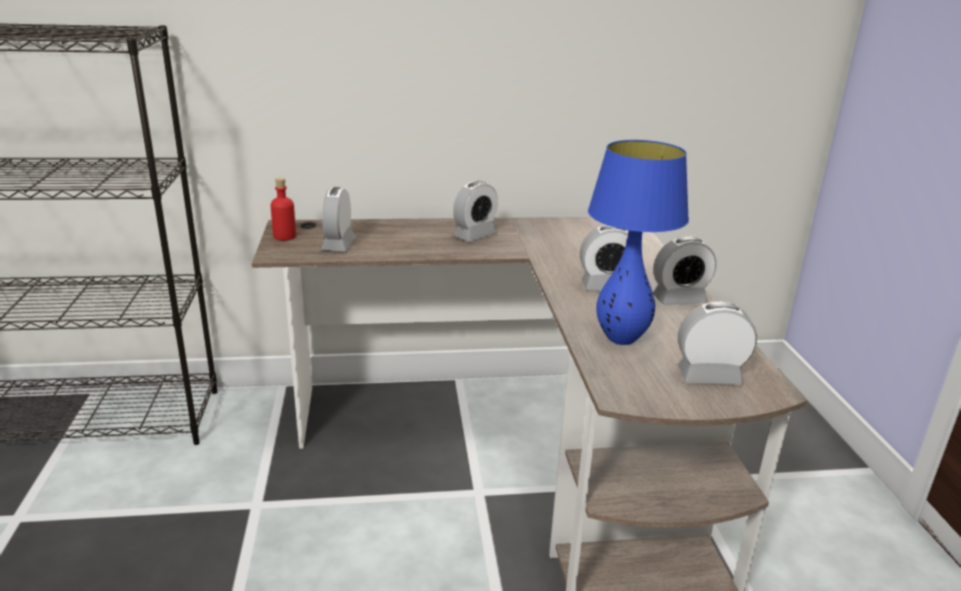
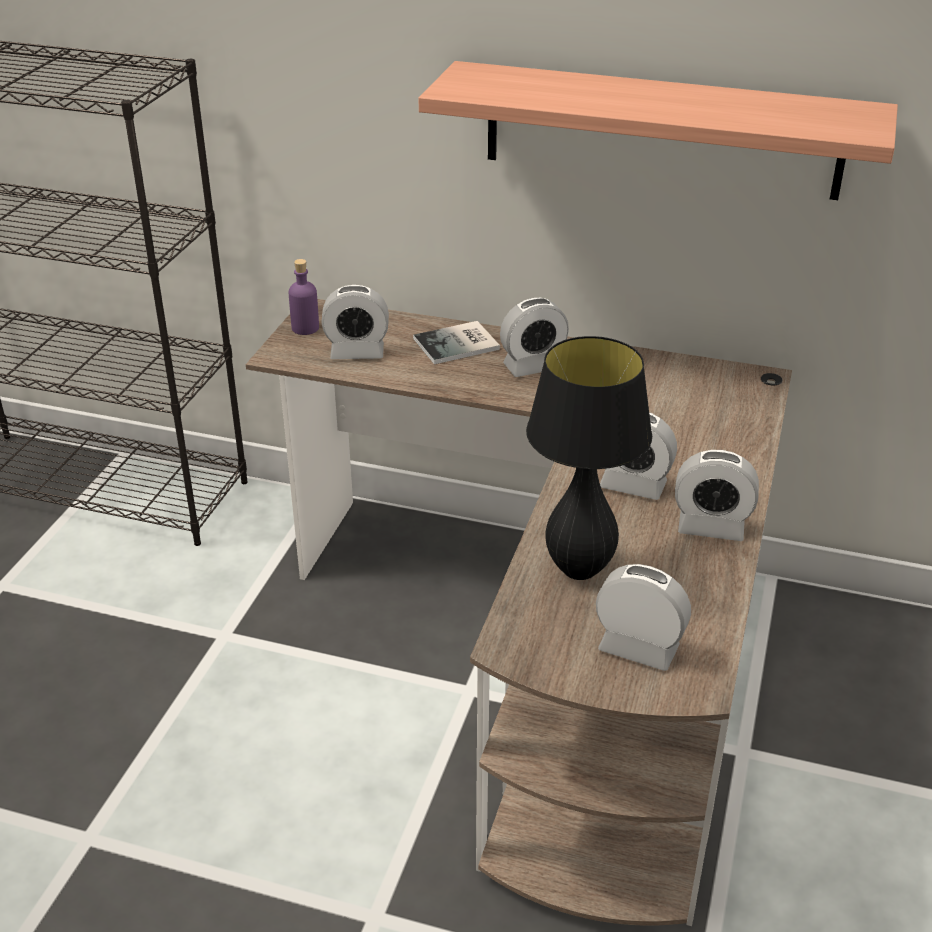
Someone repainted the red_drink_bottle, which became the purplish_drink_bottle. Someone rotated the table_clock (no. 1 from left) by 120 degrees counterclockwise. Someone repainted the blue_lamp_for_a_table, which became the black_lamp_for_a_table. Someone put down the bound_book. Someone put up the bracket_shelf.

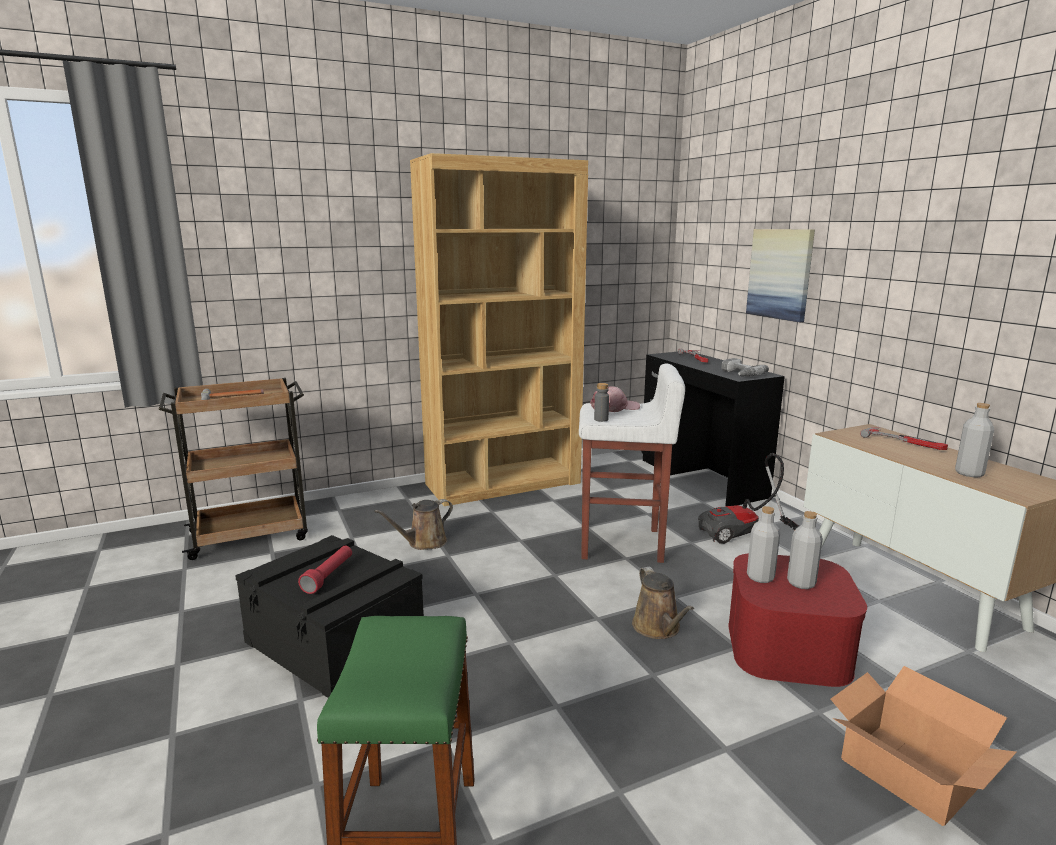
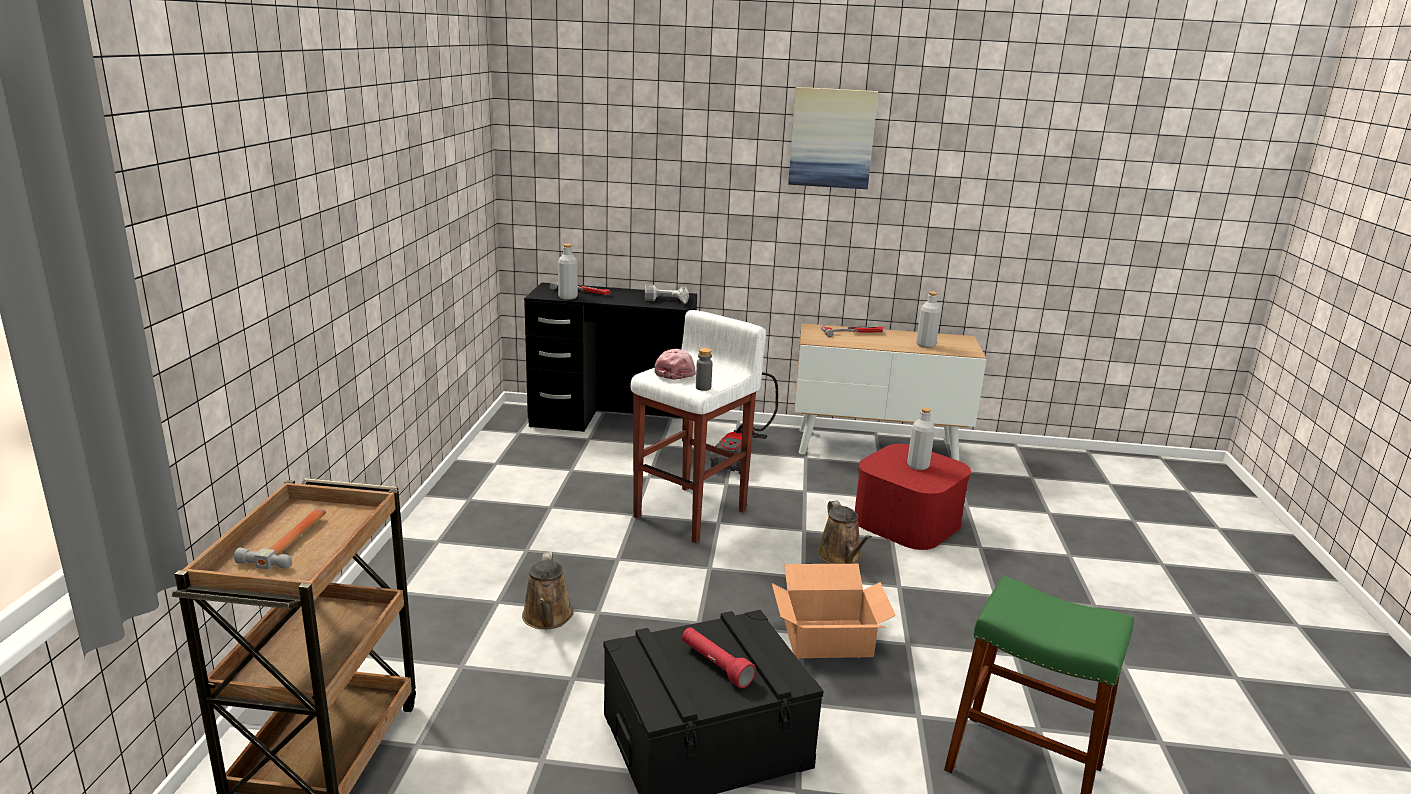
Someone took away the brownish_shelving_unit. Someone rotated the brownish_watering_pot (no. 2 from left) by 60 degrees clockwise. Someone carried the picture. Someone carried the greyish_drink_bottle (no. 2 from left in the first image). Someone carried the carton.

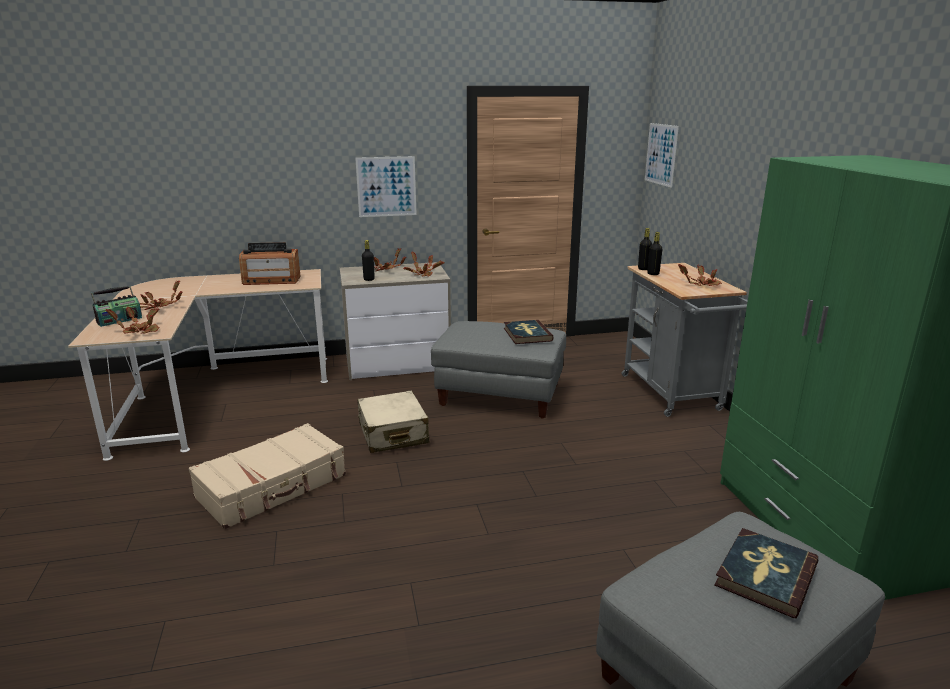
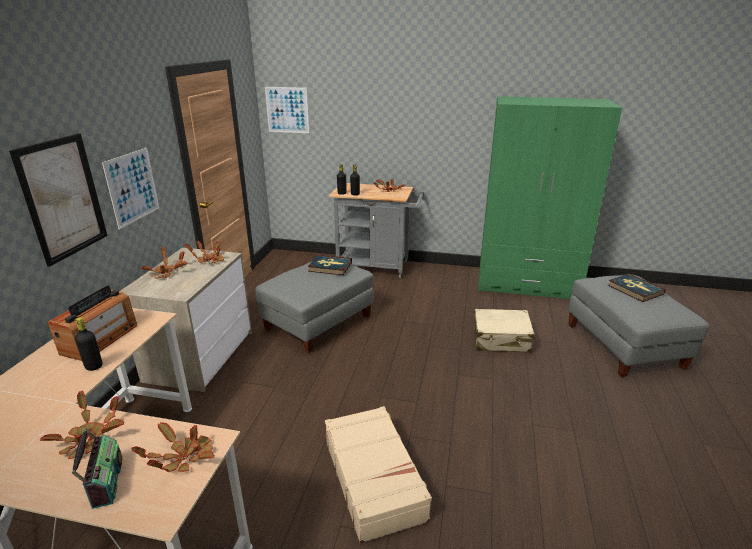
Someone carried the beige-coloured_suitcase (no. 2 from left). Someone carried the black_drink_bottle (no. 1 from left). Someone put up the picture (no. 1 from left).

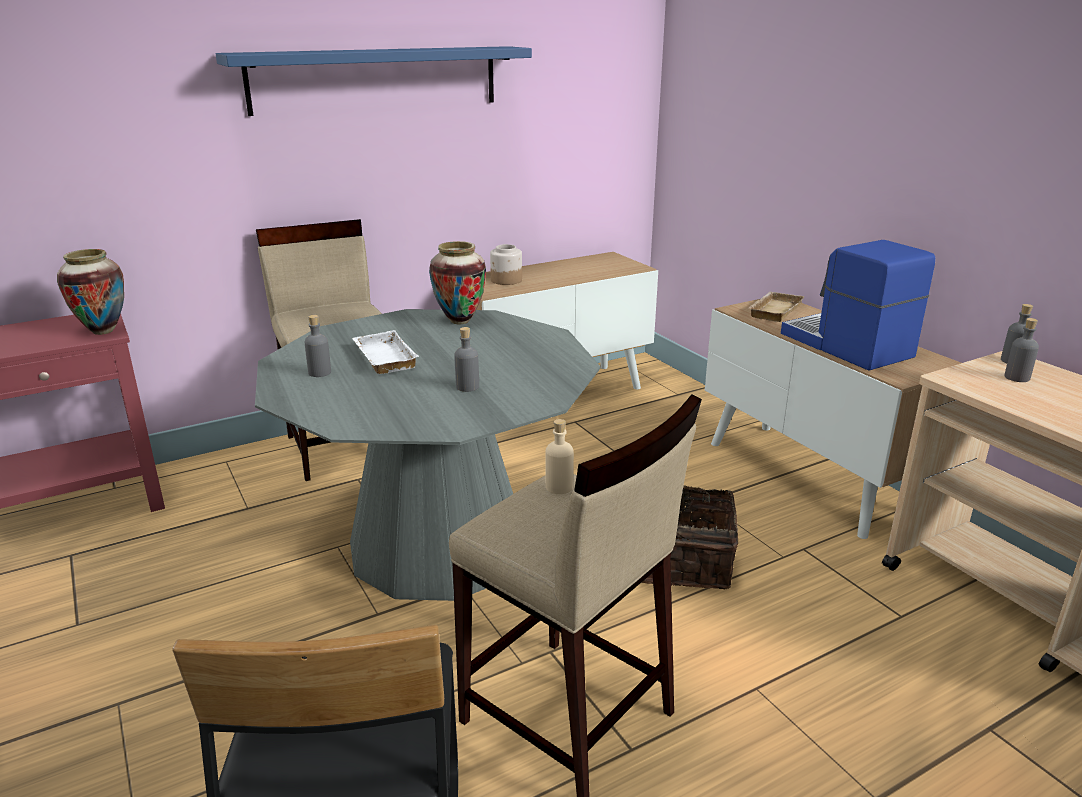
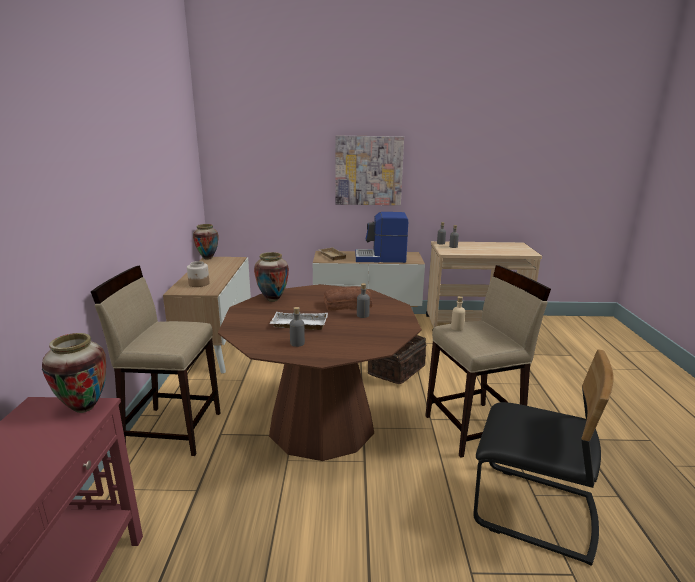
Someone took away the blue_bracket_shelf. Someone repainted the greyish_dinner_table, which became the brownish_dinner_table. Someone put down the vase (no. 2 from left). Someone put down the baked_bread. Someone put up the picture.

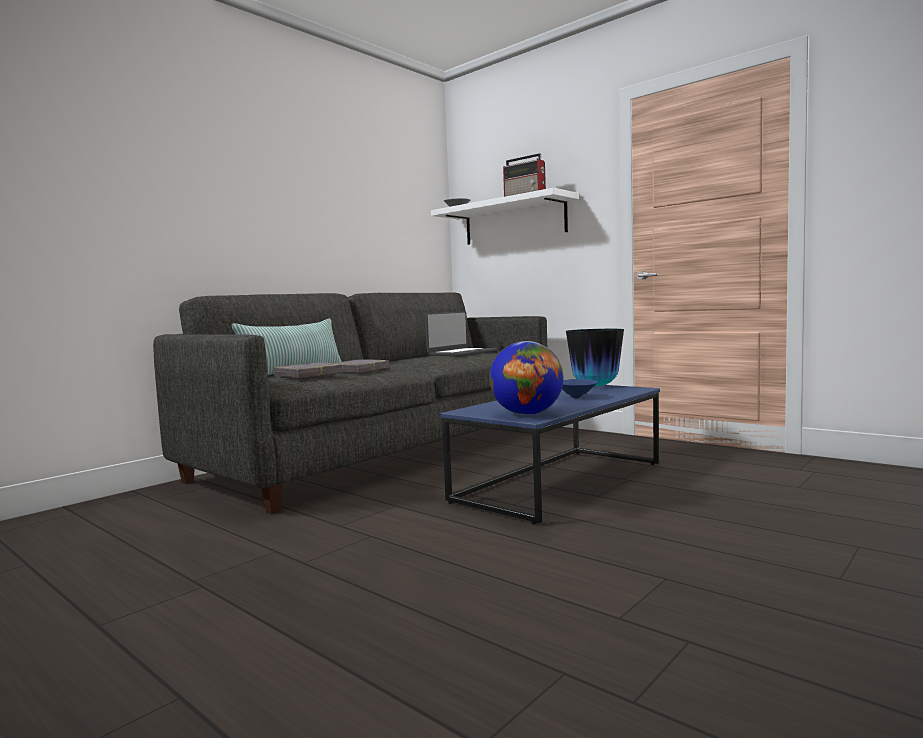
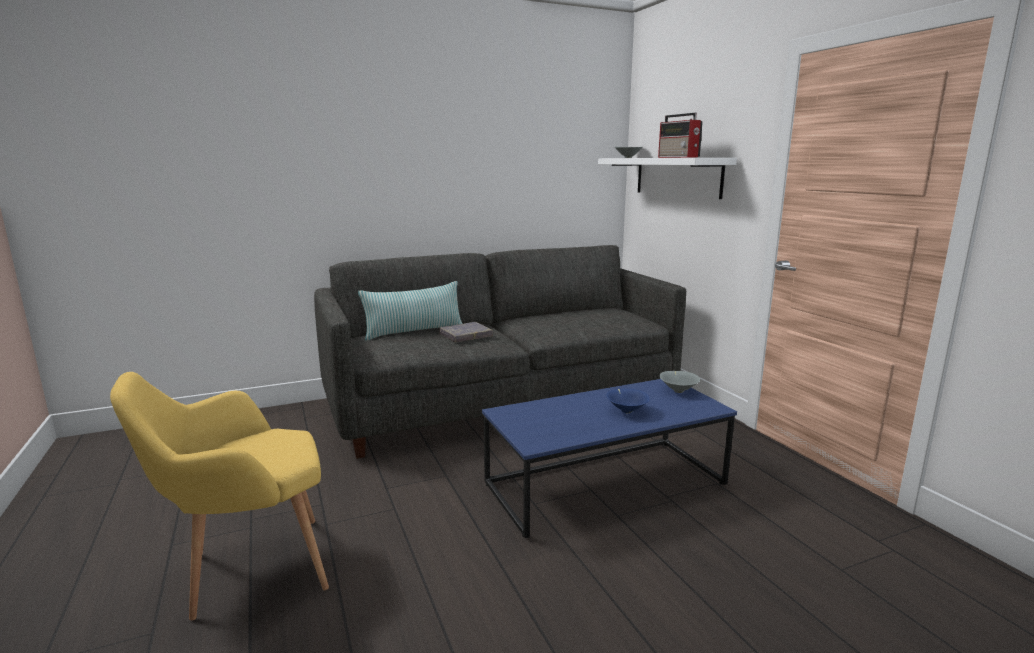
Someone took away the greyish_bound_book (no. 1 from left). Someone took away the portable_computer. Someone took away the desk_globe. Someone swapped the vase for the greyish_bowl (no. 2 from left). Someone put down the yellowish_easy_chair.

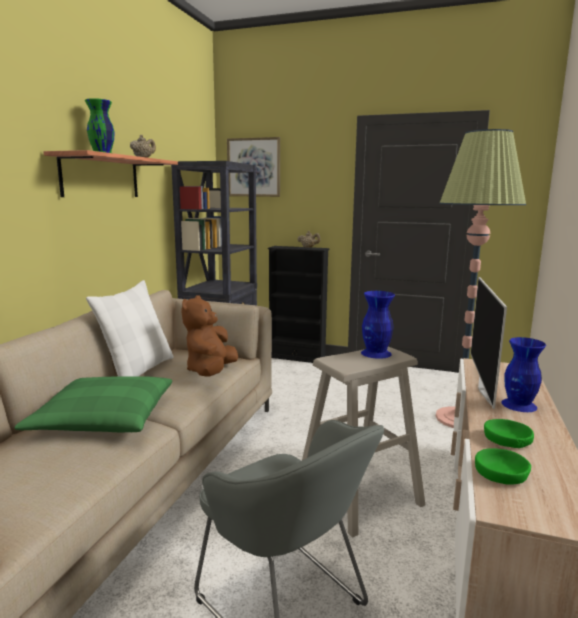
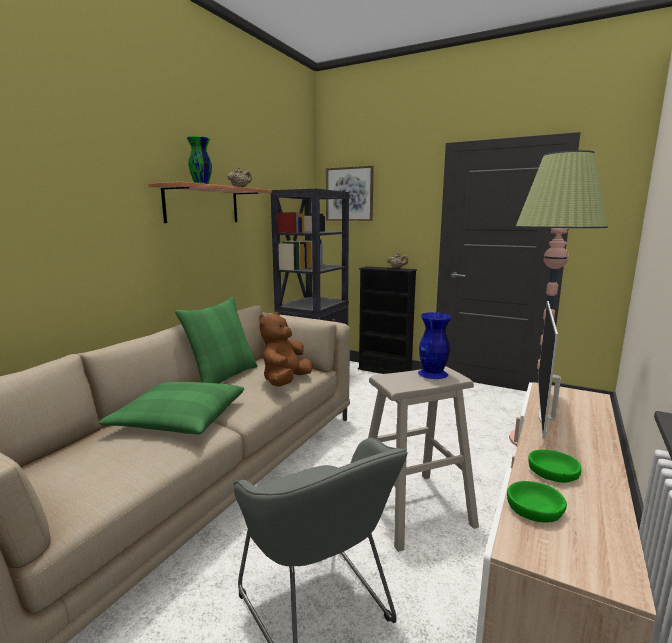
Someone repainted the white_throw_pillow, which became the greenish_throw_pillow (no. 2 from left). Someone took away the blue_vase (no. 2 from left).

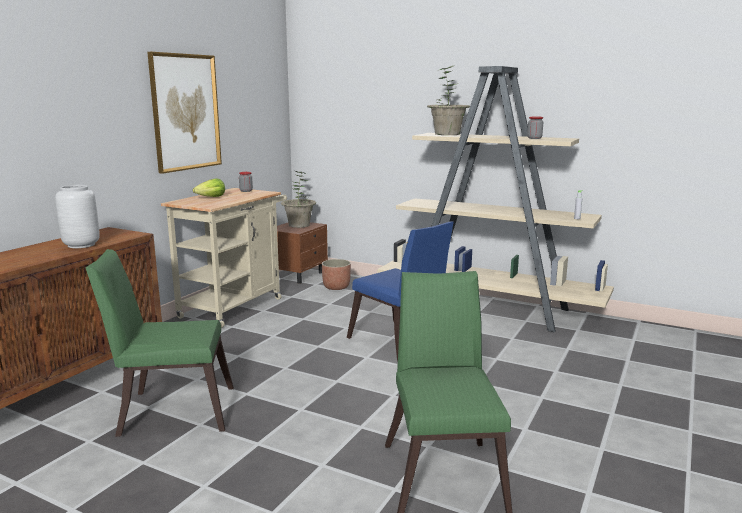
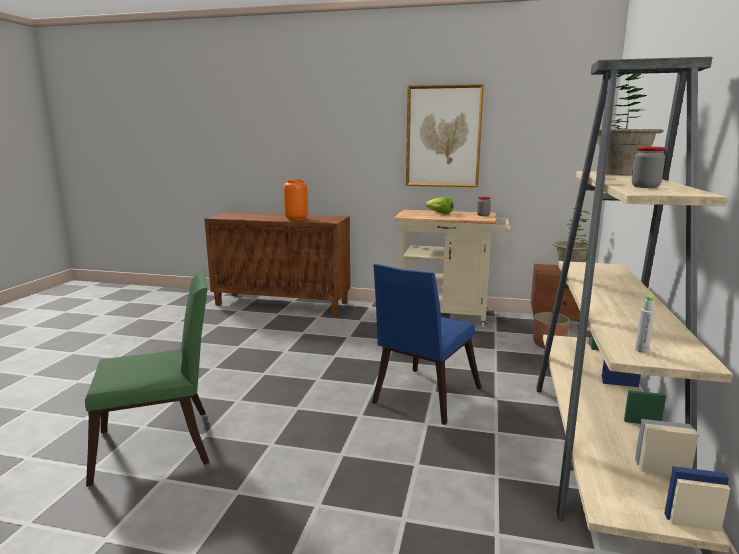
Someone repainted the greyish_vase, which became the orangey_vase. Someone took away the greenish_chair (no. 1 from left).

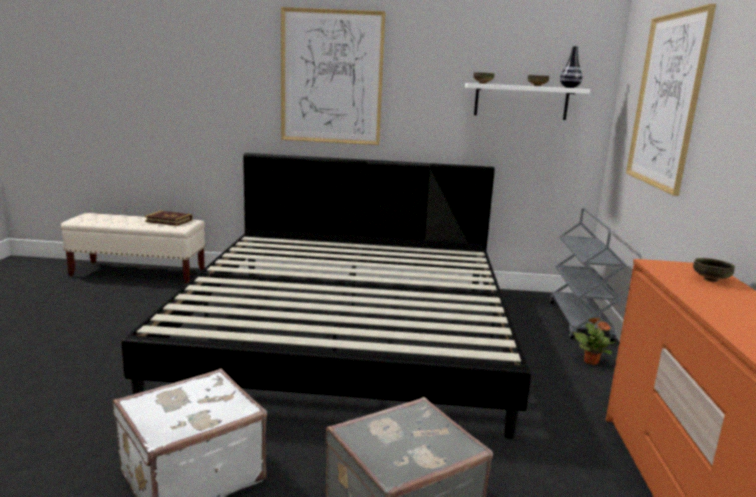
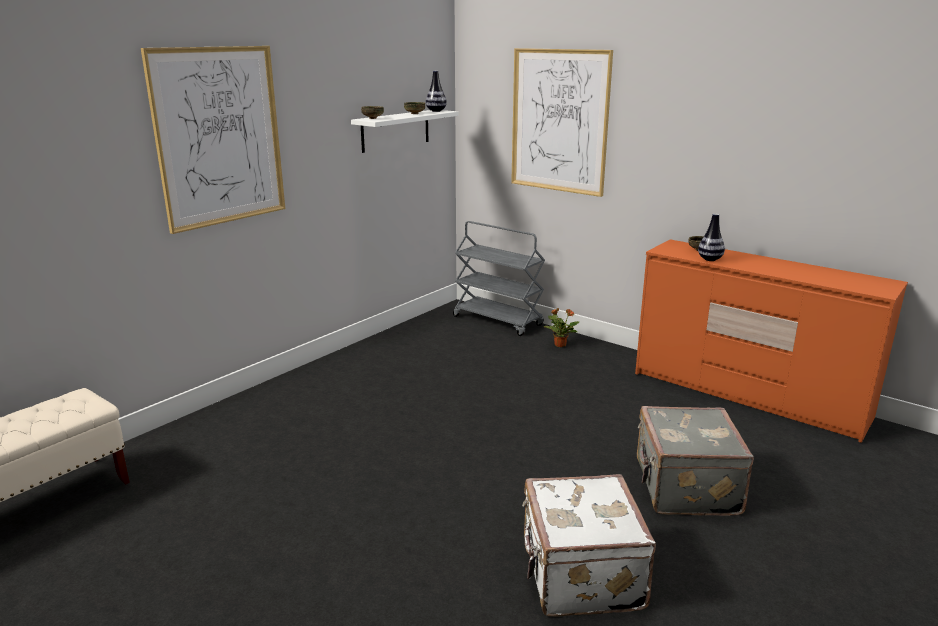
Someone took away the sleeping_bed. Someone took away the bound_book. Someone put down the vase (no. 2 from left).

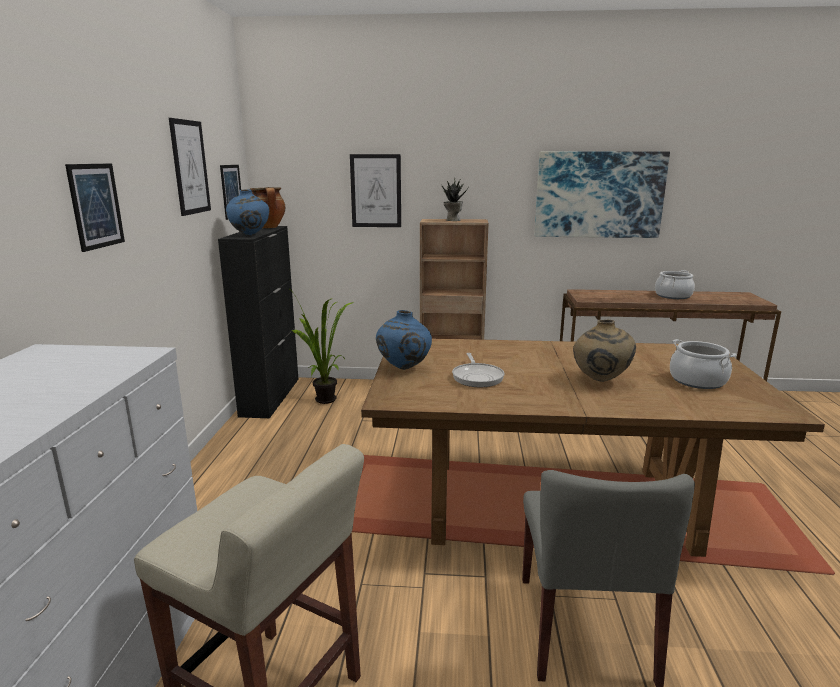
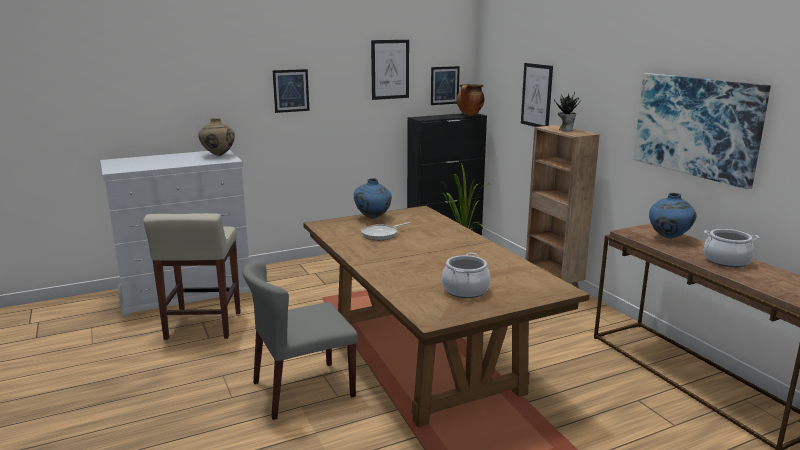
Someone carried the blue_vase (no. 1 from left in the first image). Someone carried the beige-coloured_vase.

